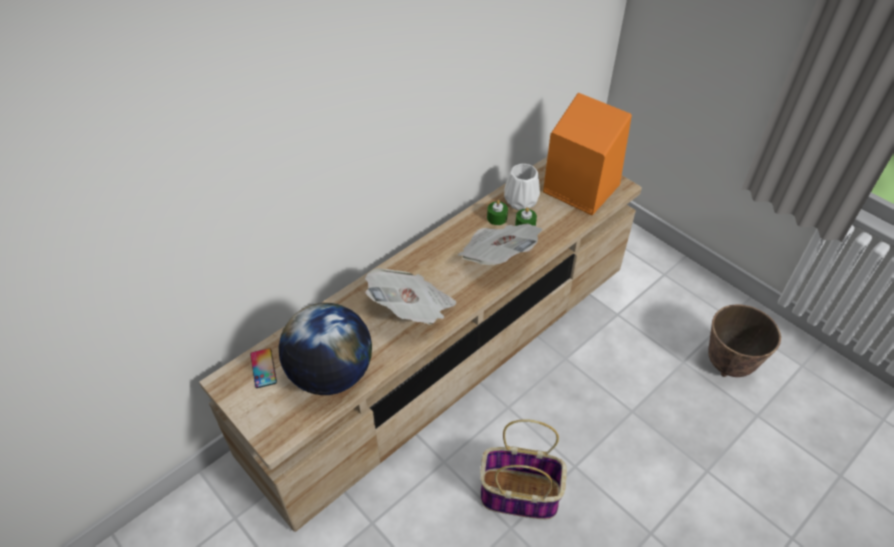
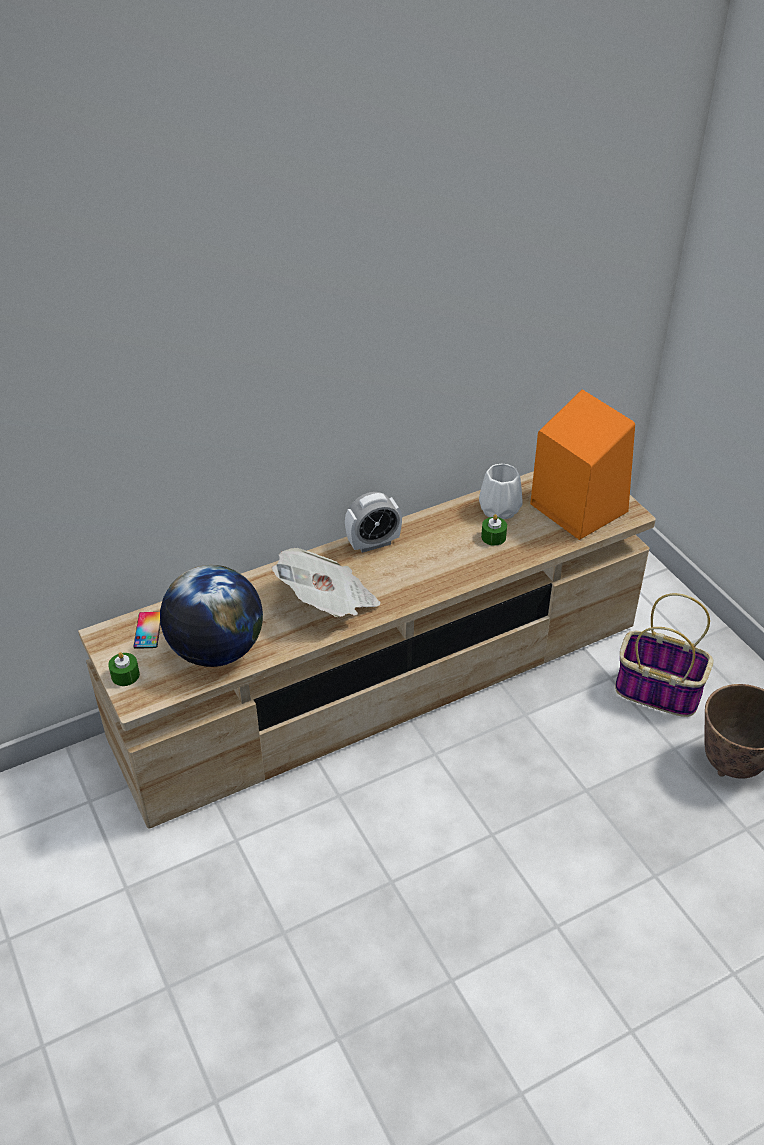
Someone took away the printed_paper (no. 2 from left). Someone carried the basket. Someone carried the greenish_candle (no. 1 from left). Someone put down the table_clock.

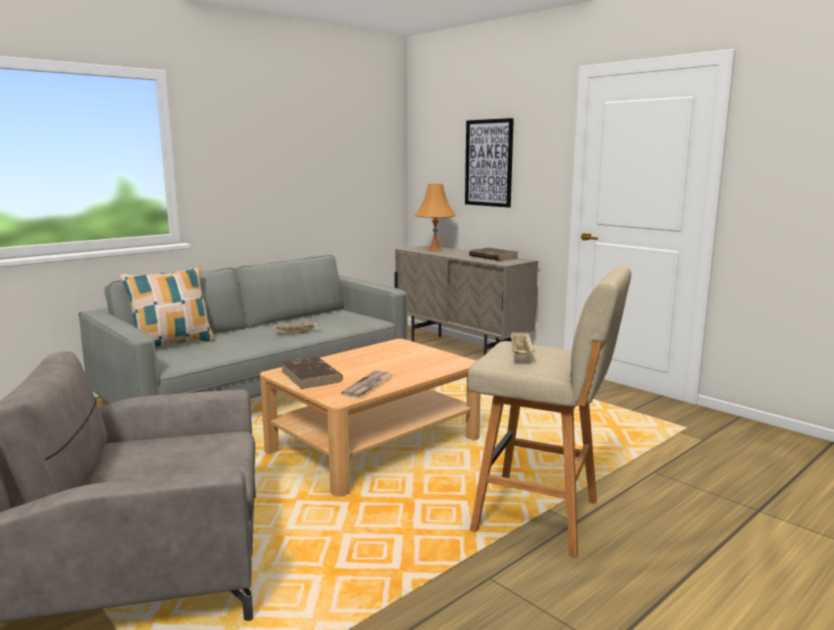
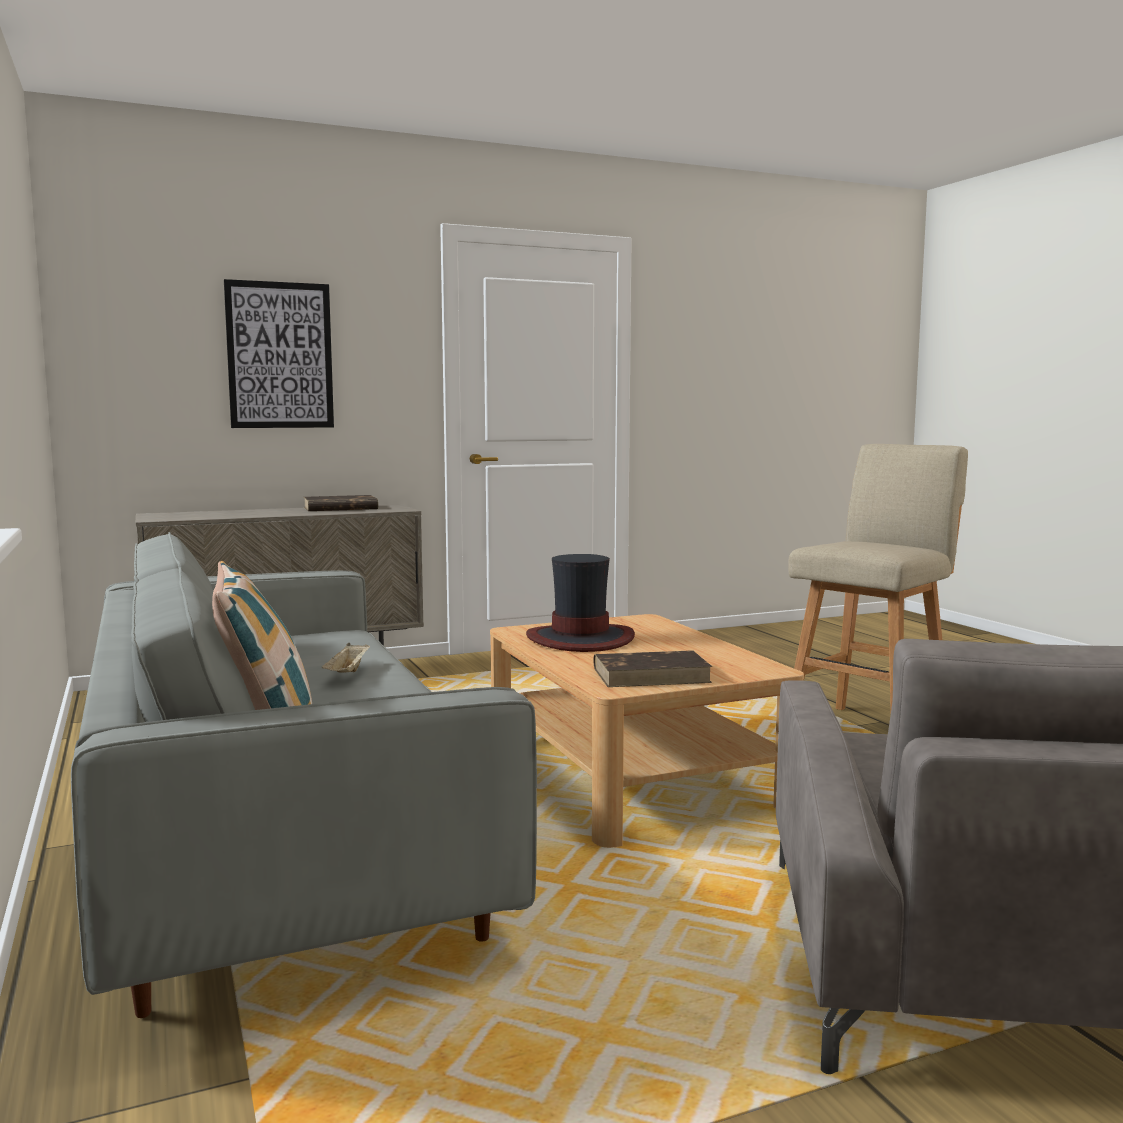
Someone took away the printed_paper. Someone took away the orangey_lamp_for_a_table. Someone took away the beige-coloured_carrying_tray (no. 2 from left). Someone put down the hat.

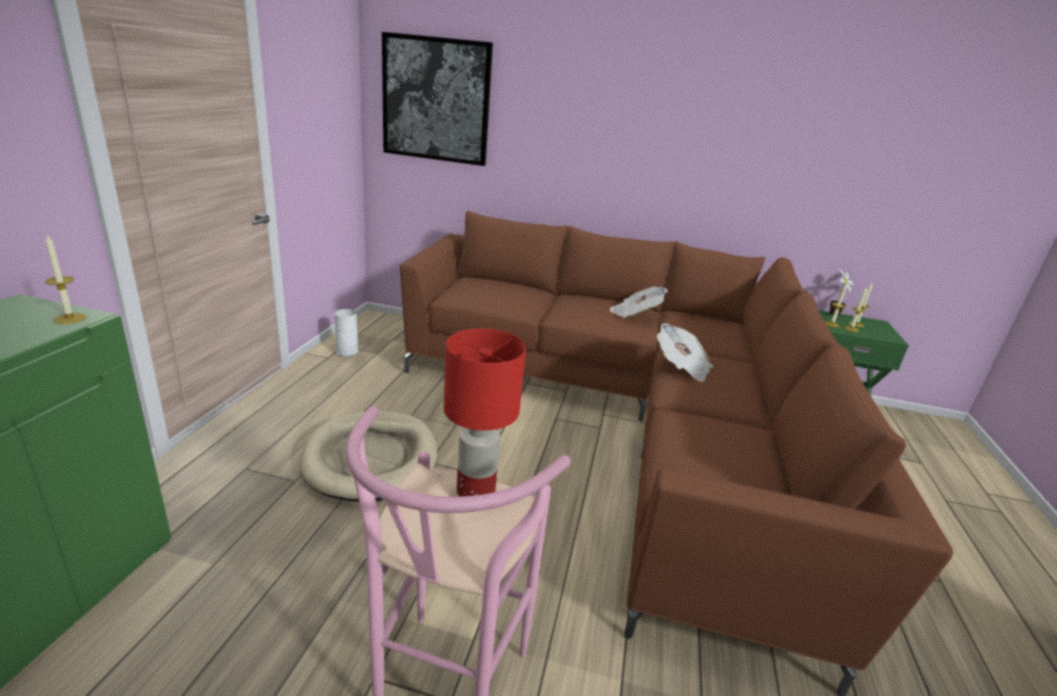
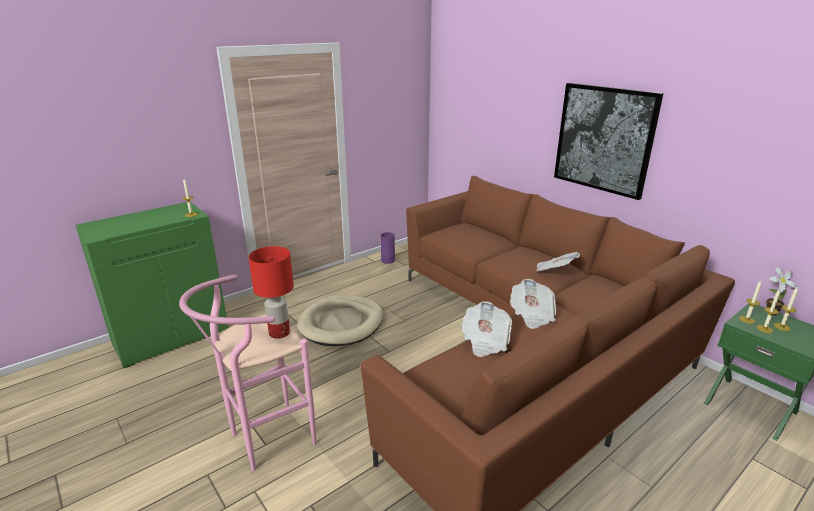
Someone repainted the white_vase, which became the purplish_vase. Someone carried the picture. Someone put down the printed_paper (no. 1 from left).

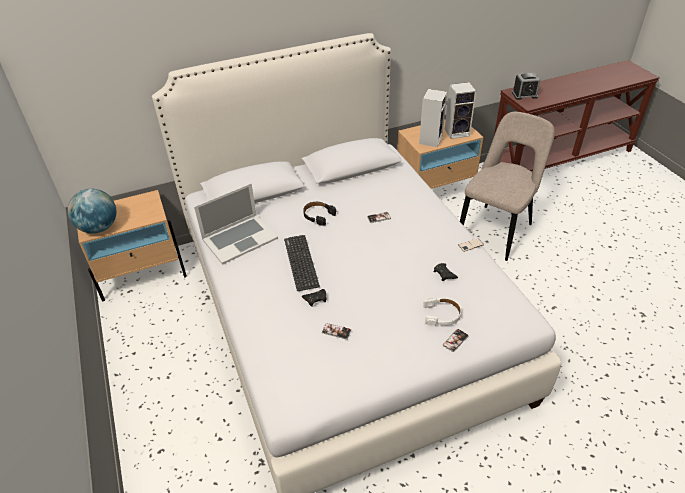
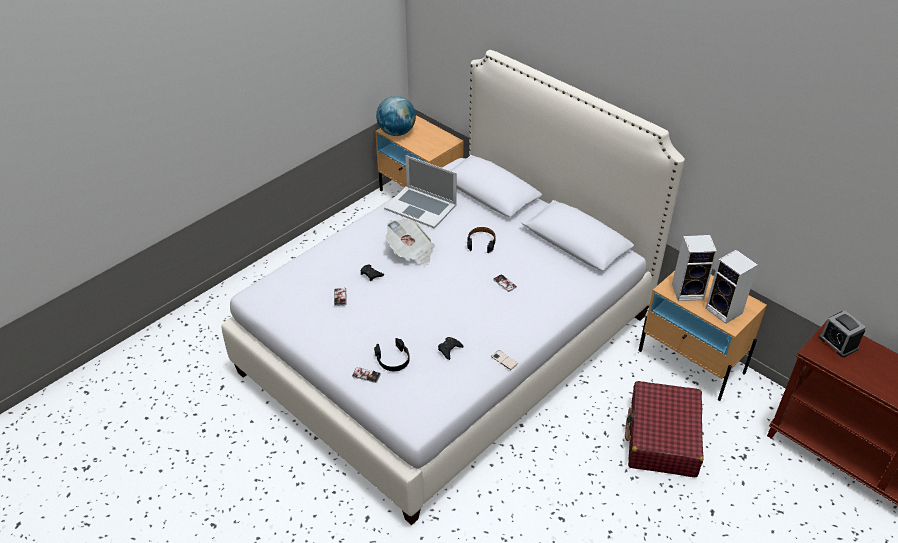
Someone swapped the keyboard for the printed_paper. Someone repainted the white_headphones, which became the black_headphones (no. 1 from left). Someone swapped the beige-coloured_chair for the red_suitcase.

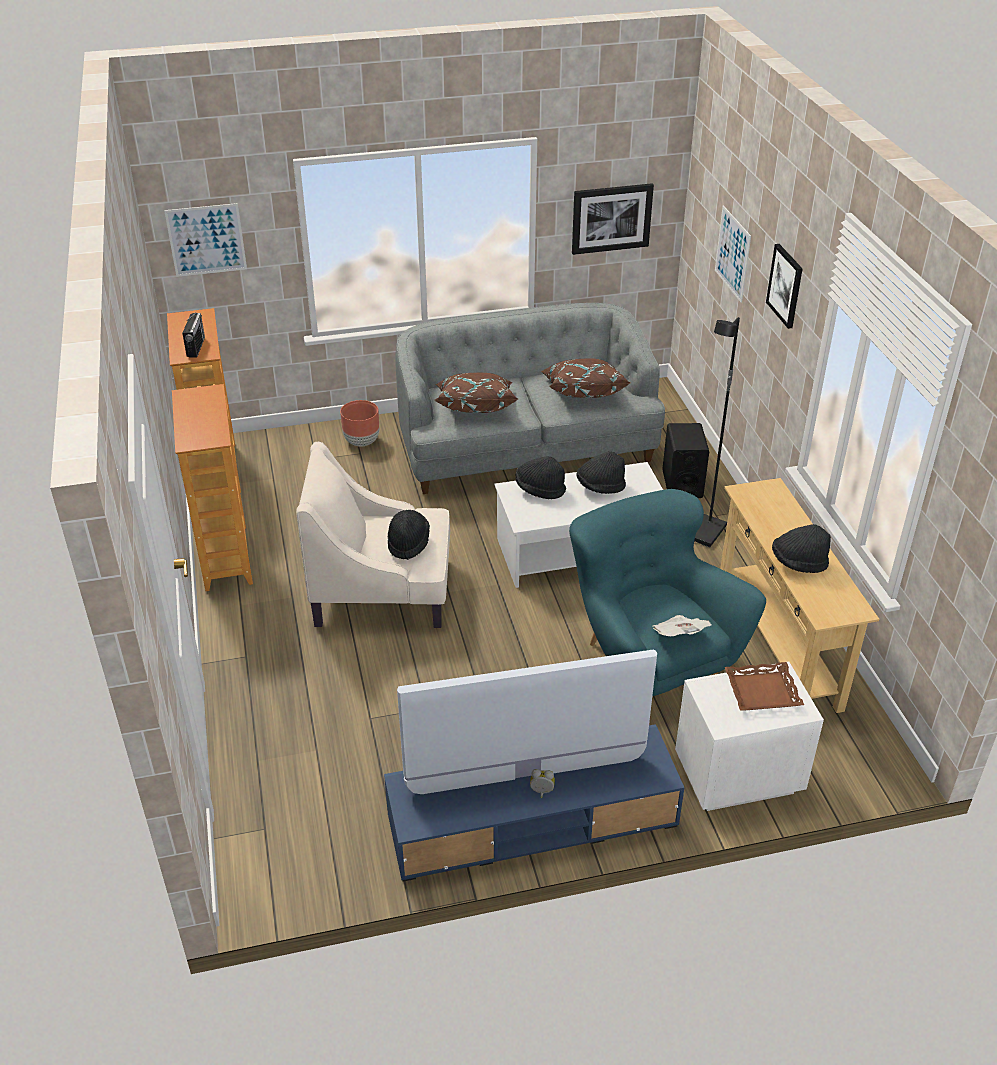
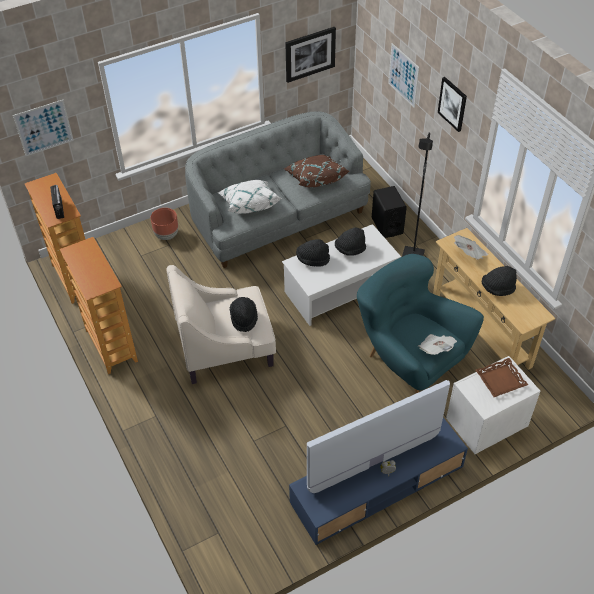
Someone repainted the brownish_throw_pillow (no. 1 from left), which became the white_throw_pillow. Someone put down the printed_paper (no. 2 from left).

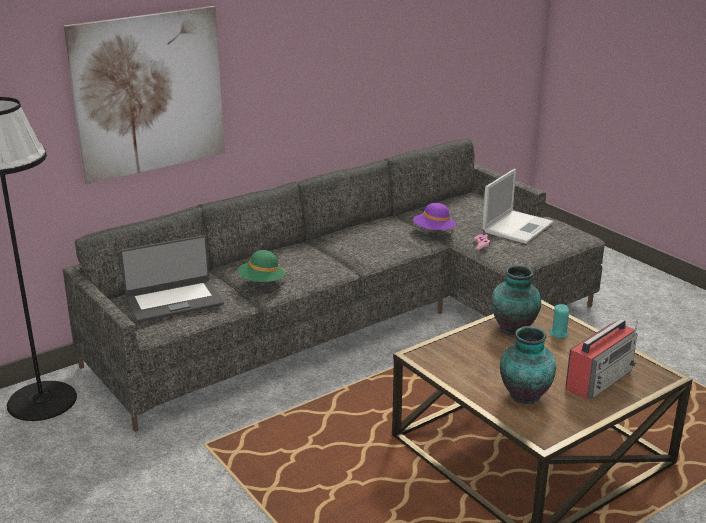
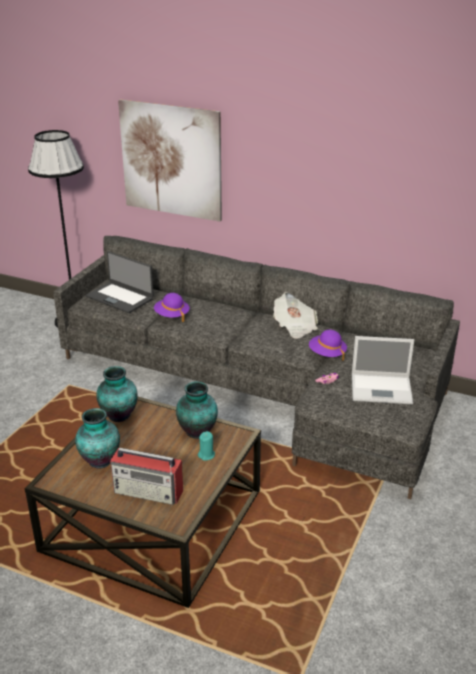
Someone repainted the greenish_hat, which became the purplish_hat (no. 1 from left). Someone put down the vase (no. 2 from left). Someone put down the printed_paper.

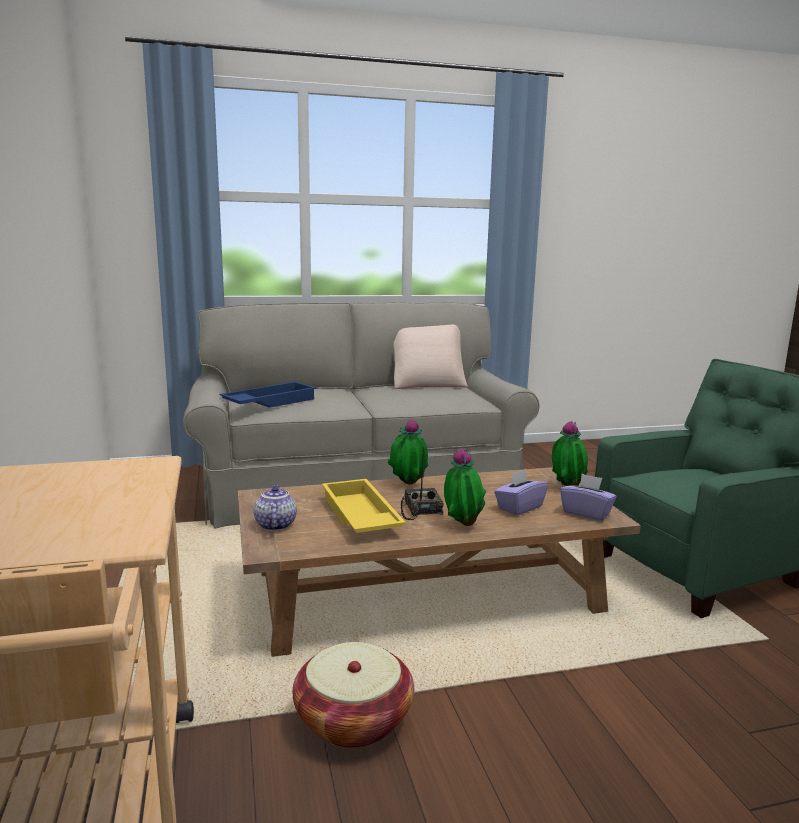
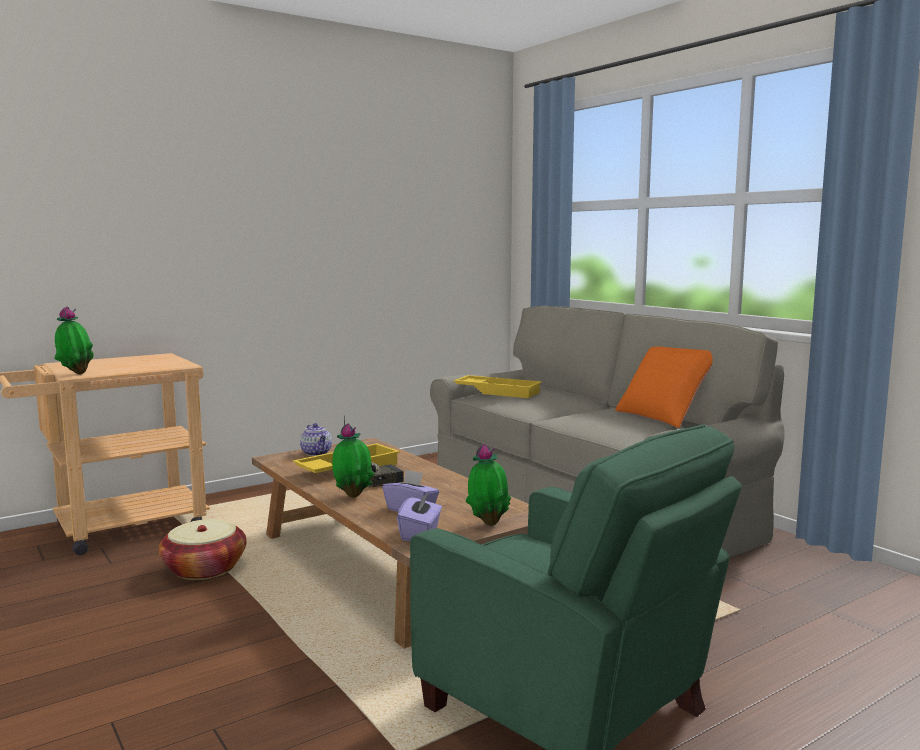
Someone repainted the blue_carrying_tray, which became the yellowish_carrying_tray (no. 2 from left). Someone rotated the tea_pot by 90 degrees clockwise. Someone carried the potted_plant (no. 1 from left). Someone repainted the beige-coloured_throw_pillow, which became the orangey_throw_pillow.

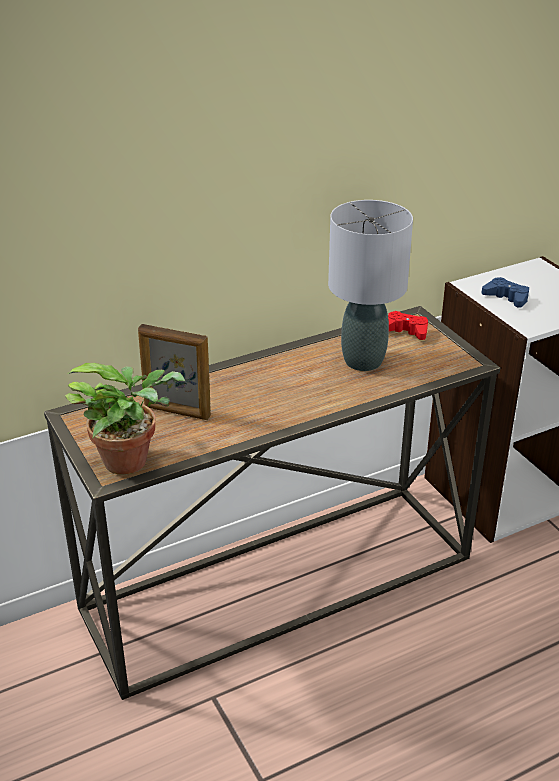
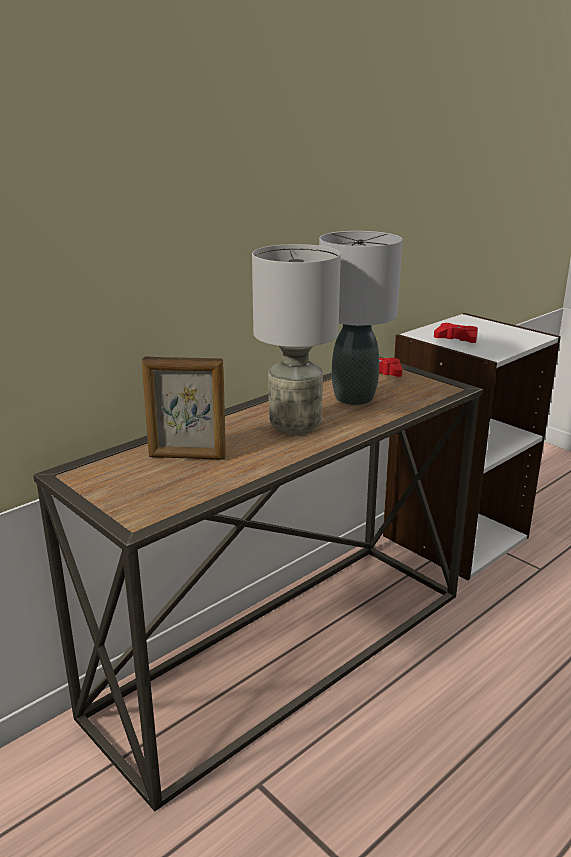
Someone took away the potted_plant. Someone repainted the blue_gamepad, which became the red_gamepad (no. 2 from left). Someone put down the greyish_lamp_for_a_table (no. 1 from left).

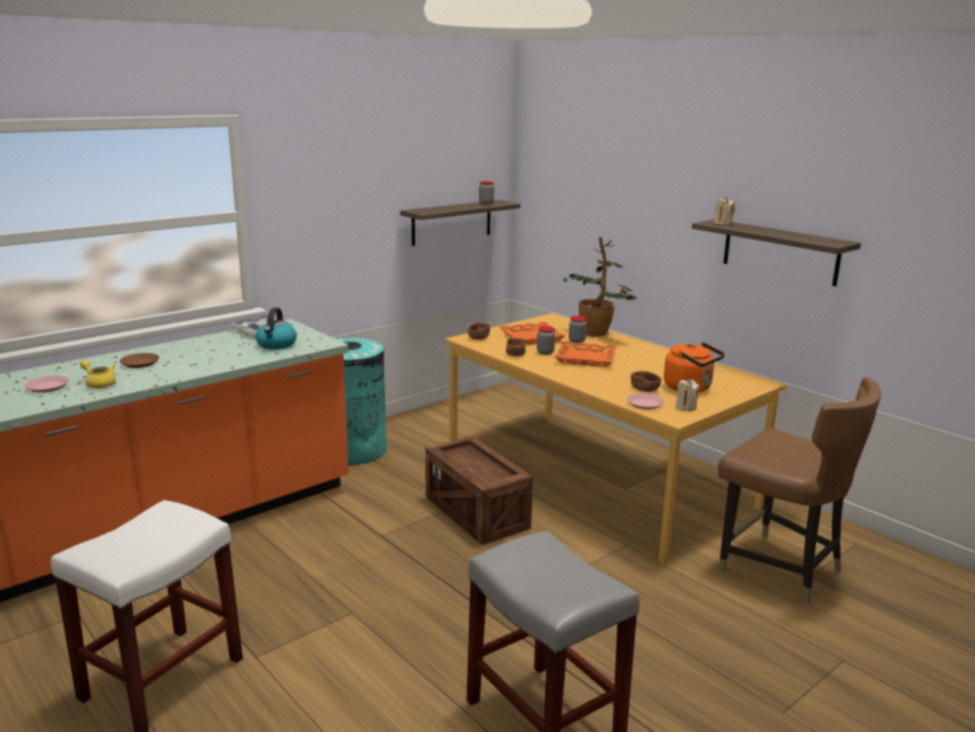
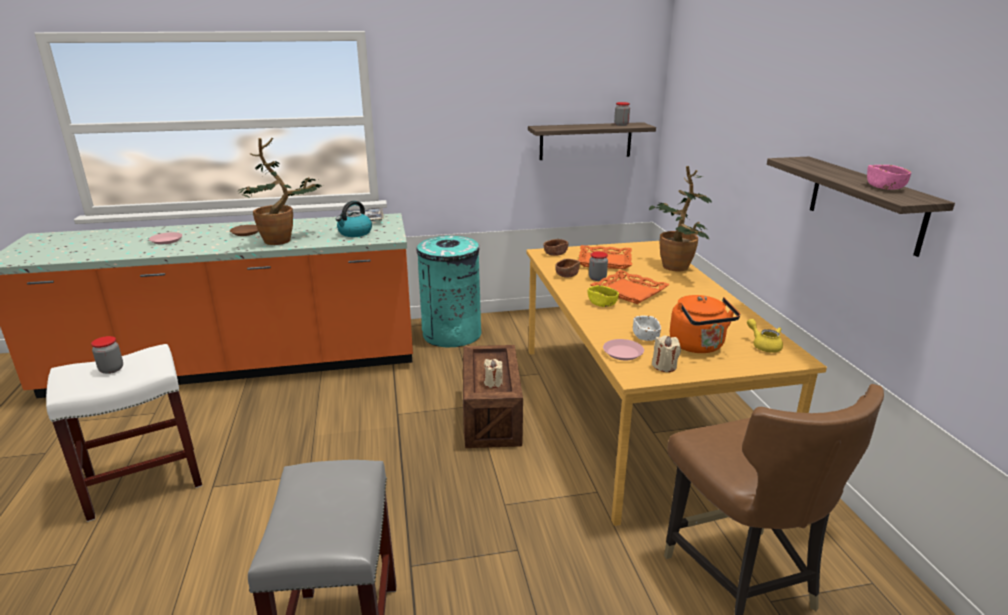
Someone carried the yellowish_tea_pot. Someone carried the storage_jar (no. 3 from left in the first image). Someone repainted the brownish_bowl (no. 3 from left), which became the white_bowl. Someone carried the beige-coloured_candle (no. 2 from left in the first image). Someone put down the potted_plant (no. 1 from left). Someone put down the yellowish_bowl. Someone put down the pinkish_bowl.

